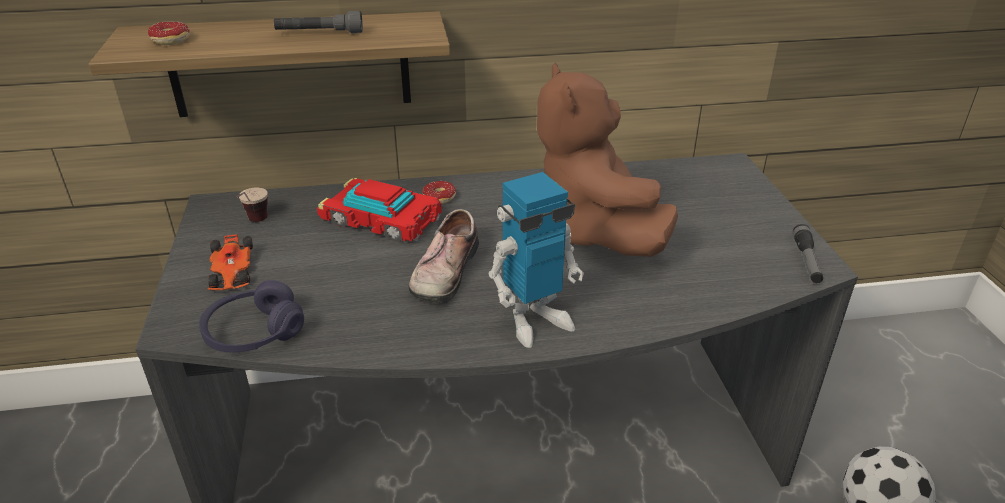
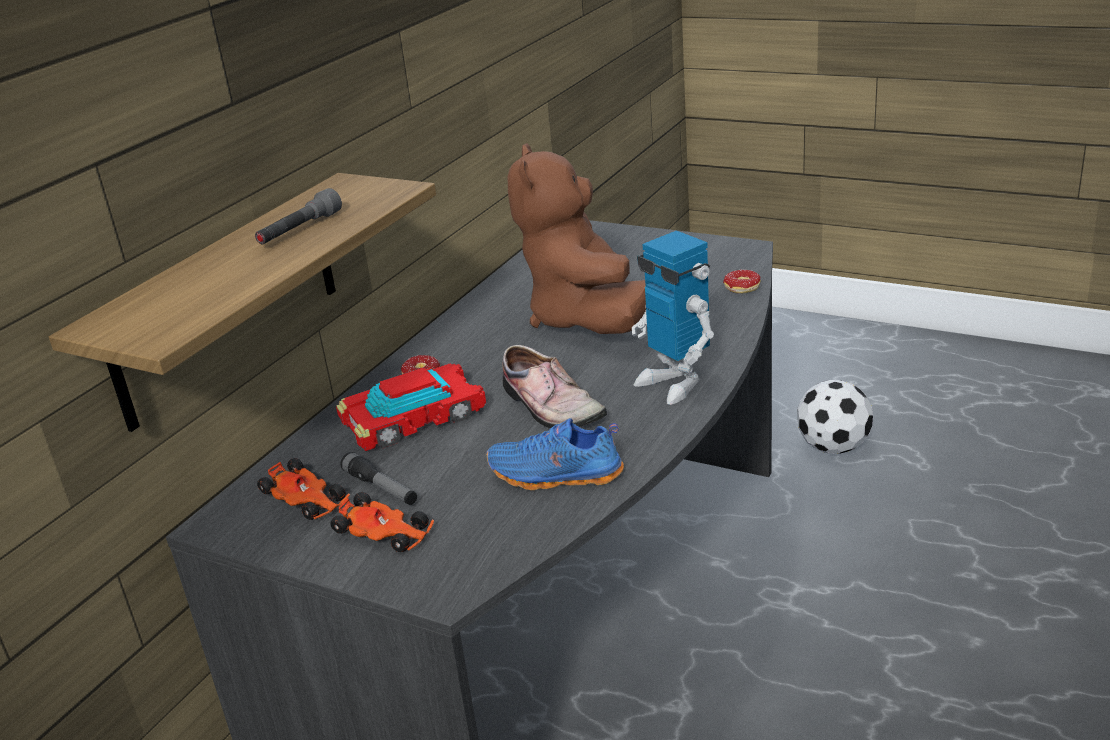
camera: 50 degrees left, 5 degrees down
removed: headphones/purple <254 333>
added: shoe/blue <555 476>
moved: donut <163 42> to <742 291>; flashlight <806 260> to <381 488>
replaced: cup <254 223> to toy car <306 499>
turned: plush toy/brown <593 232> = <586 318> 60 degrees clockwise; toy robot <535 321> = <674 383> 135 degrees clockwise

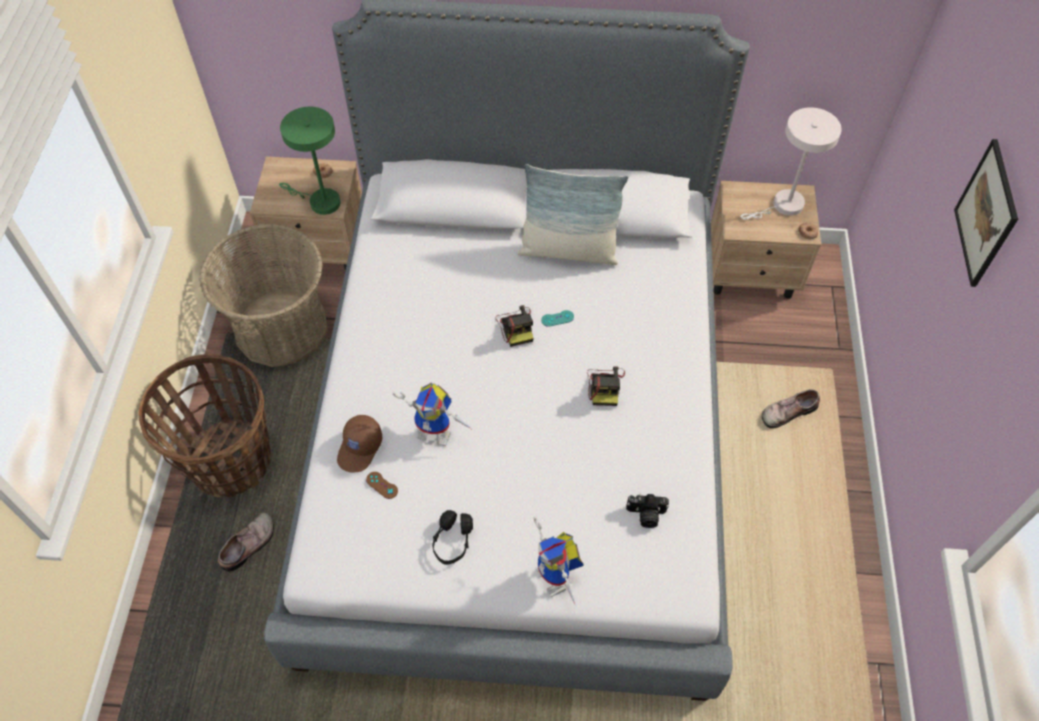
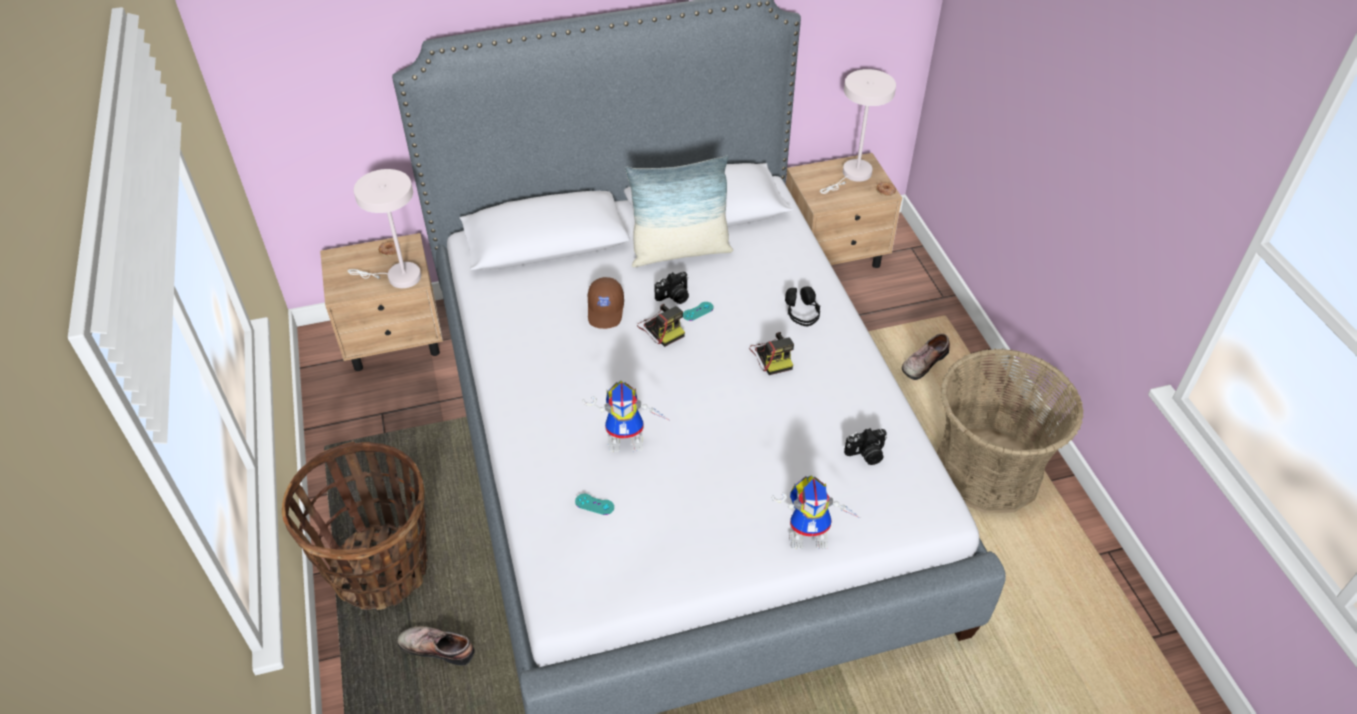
camera: 20 degrees left, 10 degrees down
removed: picture <986 214>
added: photo camera <674 297>
moved: basket <281 329> to <987 471>; cap/brown <360 448> to <606 310>; headphones/black <452 541> to <802 313>
recoloured: table lamp/green <320 201> to table lamp/white <398 277>; game controller/brown <382 485> to game controller/turquoise <594 504>
turned: shoe <249 545> = <438 646> 90 degrees counterclockwise; toy robot <557 578> = <811 535> 45 degrees counterclockwise

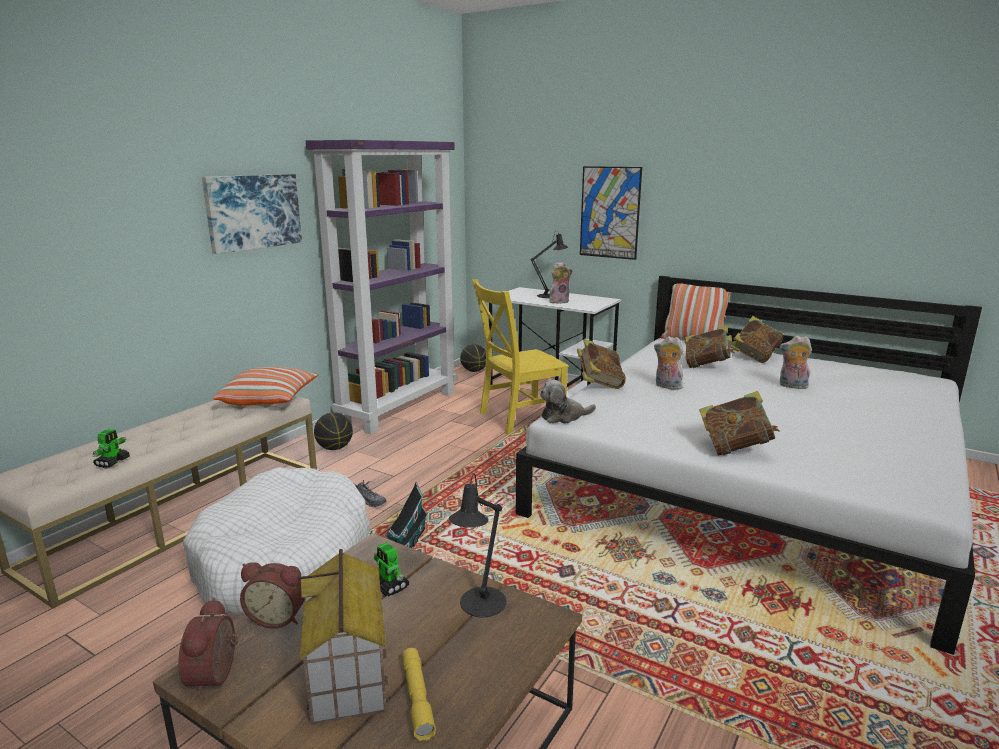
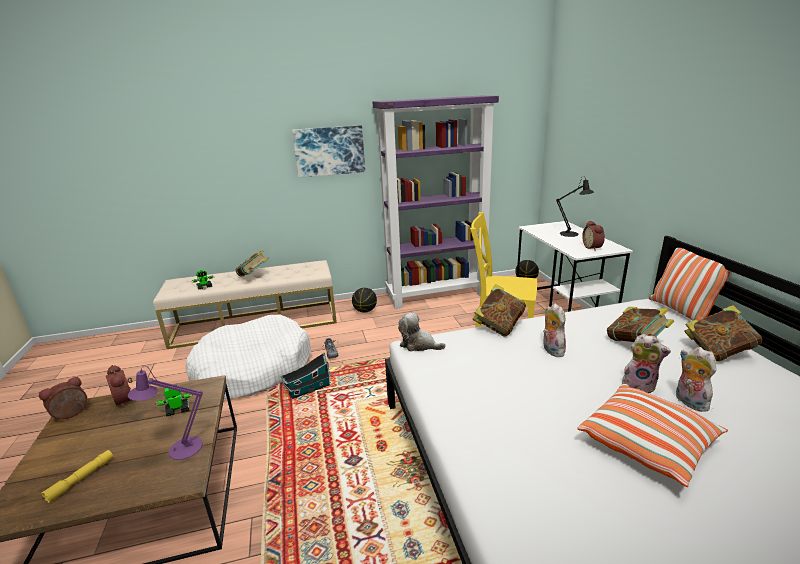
camera: 45 degrees right, 5 degrees up
removed: picture <610 212>; toy house <349 673>
added: alarm clock <593 247>
moved: plush toy <559 301> to <639 385>; pillow <269 400> to <647 444>; book <735 448> to <254 276>
recoloured: table lamp/black <480 606> to table lamp/purple <180 449>
turned: toy robot <389 585> = <177 410> 60 degrees clockwise

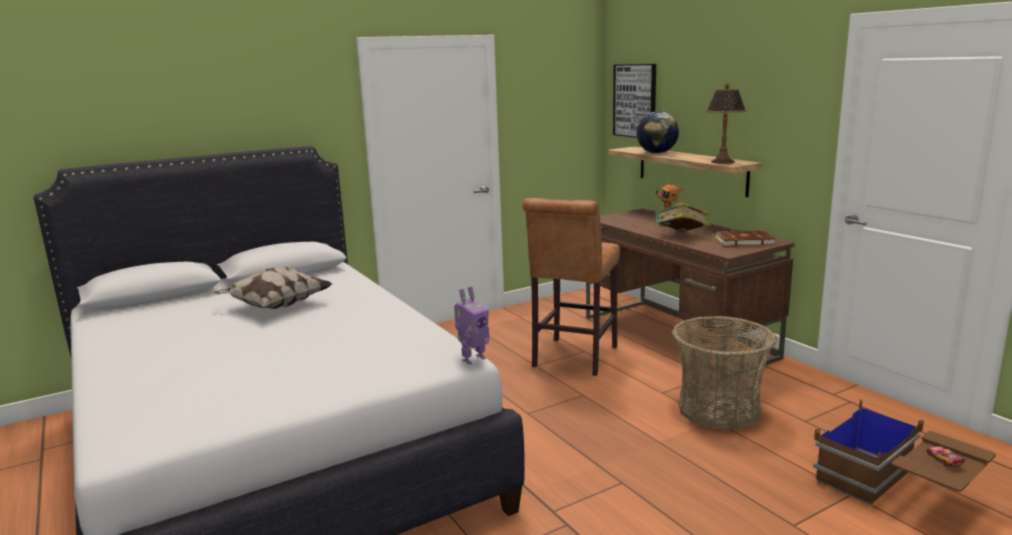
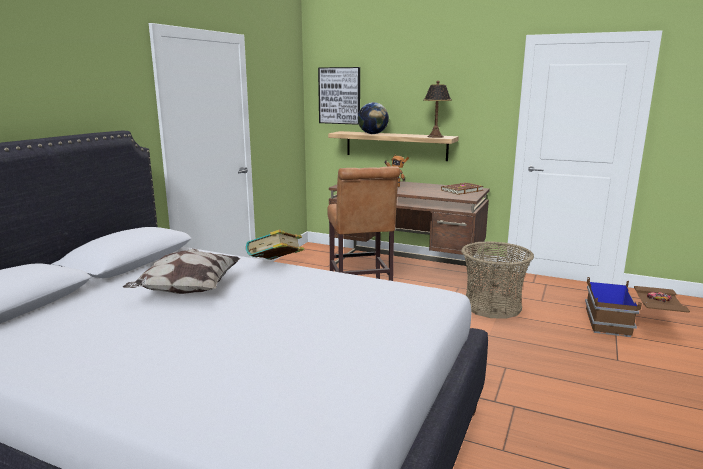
camera: 35 degrees left, 0 degrees up
removed: toy robot <473 359>
moved: book <681 236> to <276 265>

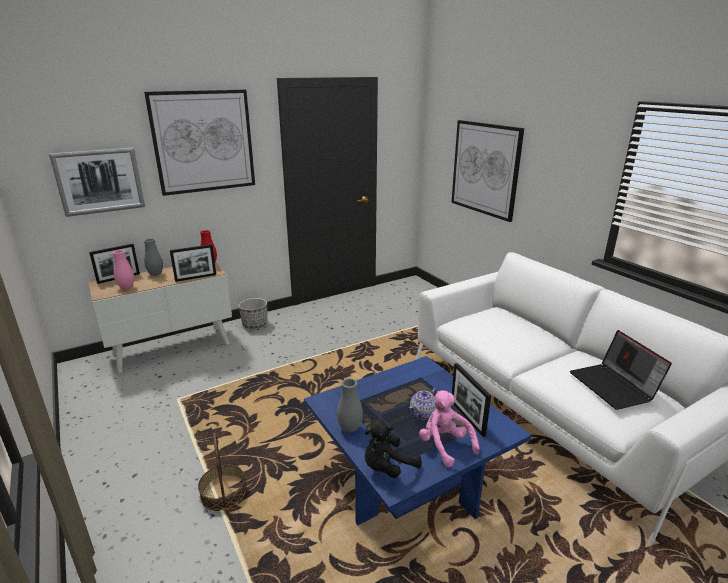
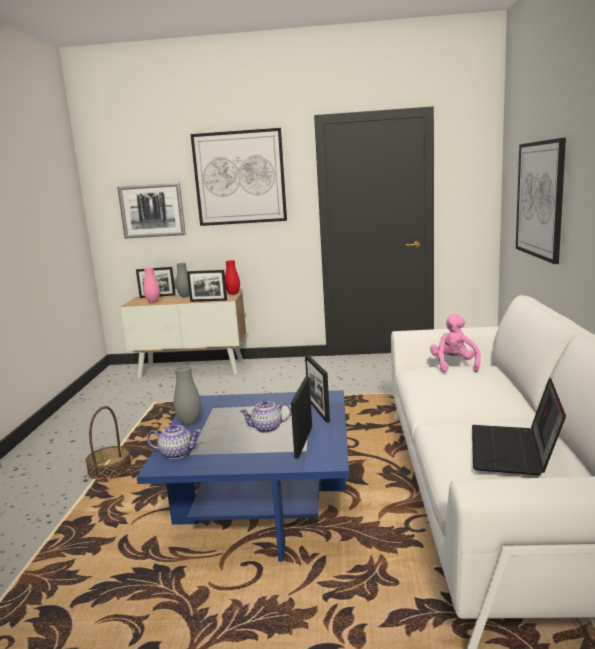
camera: 35 degrees right, 10 degrees down
removed: planter <255 324>
added: picture frame <318 410>
moved: plush toy/pink <445 445> to <454 365>
replaced: plush toy/black <387 467> to teapot <176 453>

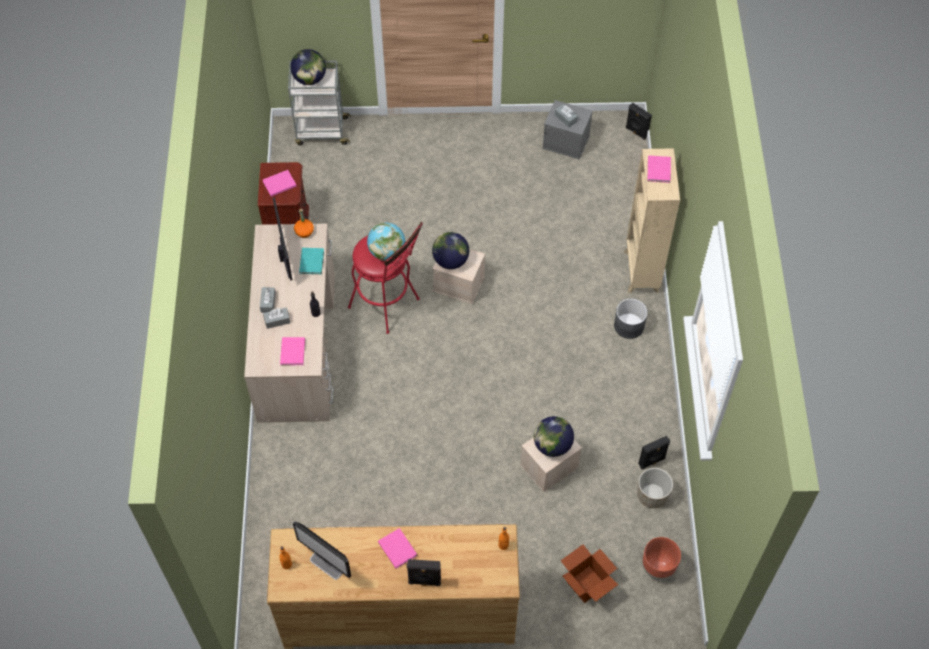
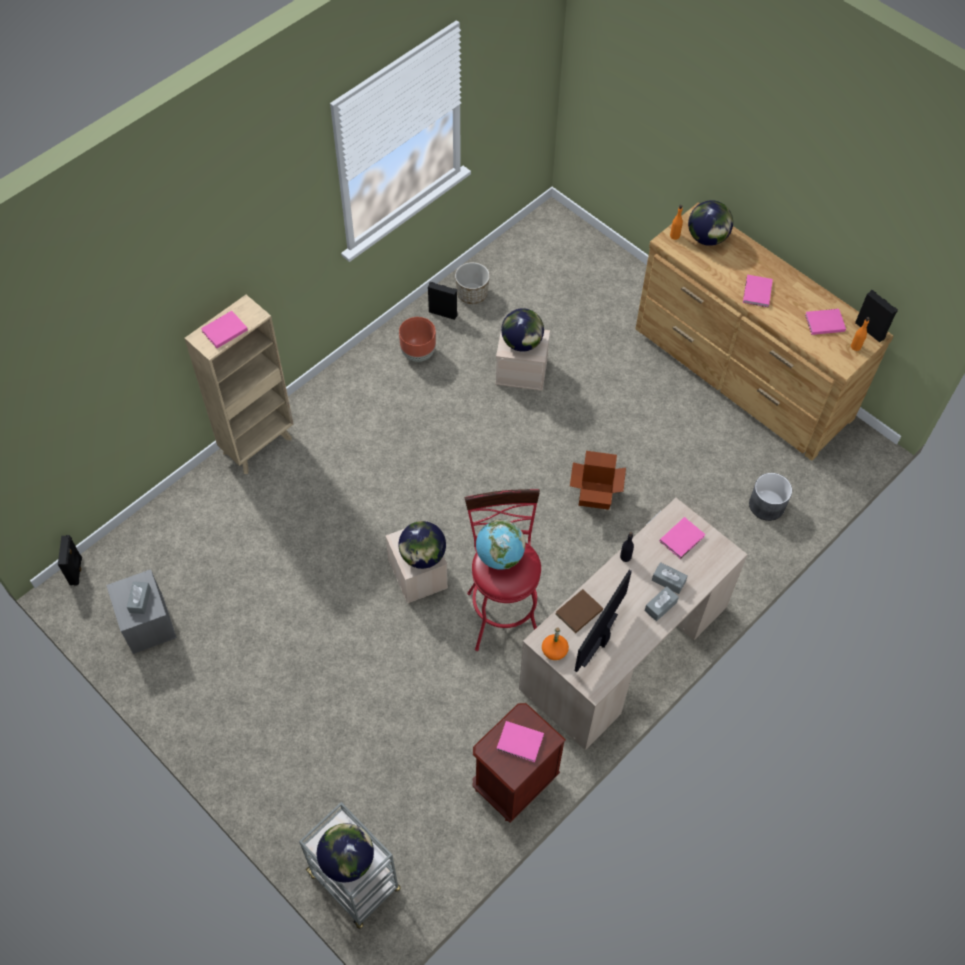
camera: 135 degrees left, 0 degrees up
added: globe <707 238>
moved: planter/grey <629 326> to <766 505>; planter/brown <658 567> to <418 354>; cardboard box <586 584> to <595 495>; speaker/black <424 581> to <870 330>
replaced: monitor <327 565> to book/pink <823 322>
recoloured: book/turquoise <312 261> to book/brown <577 612>

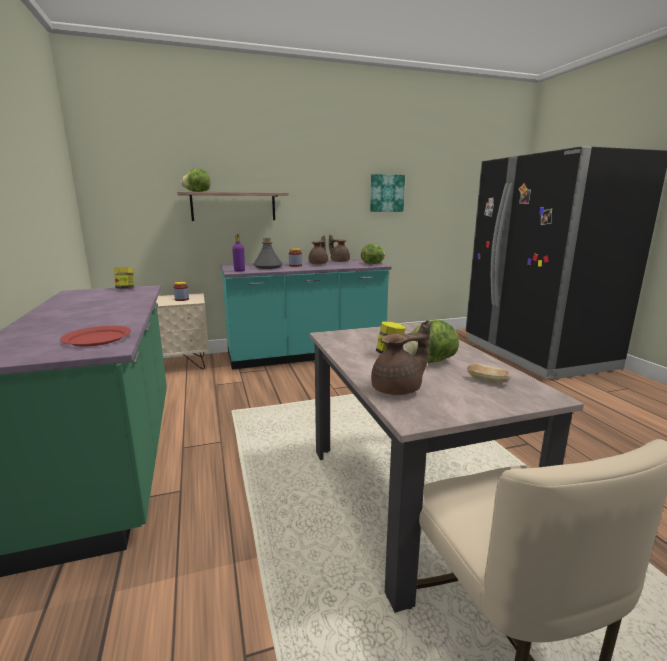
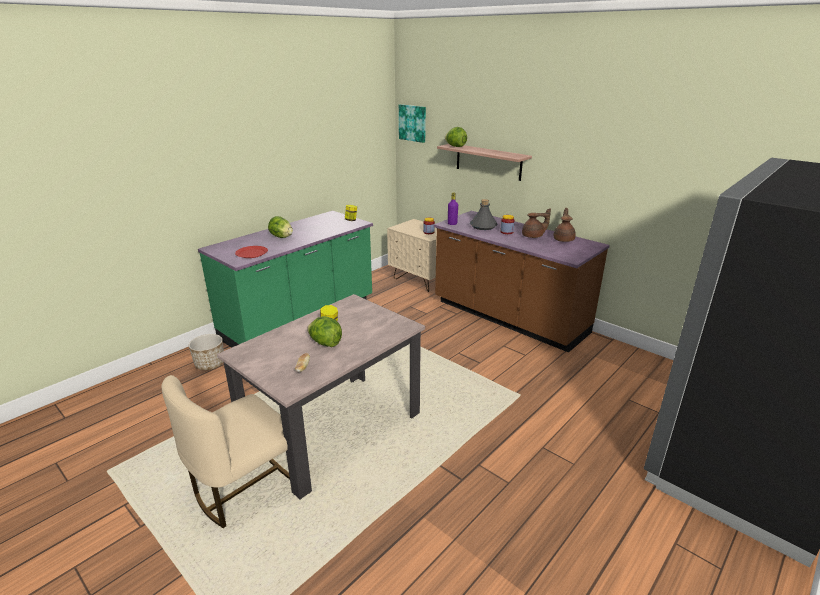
camera: 60 degrees right, 10 degrees up
removed: teapot/brown <399 389>
added: planter <210 364>
moved: picture <386 193> to <413 123>; lettuce <373 263> to <281 237>
recoloured: counter/turquoise <306 354> to counter/brown <508 318>

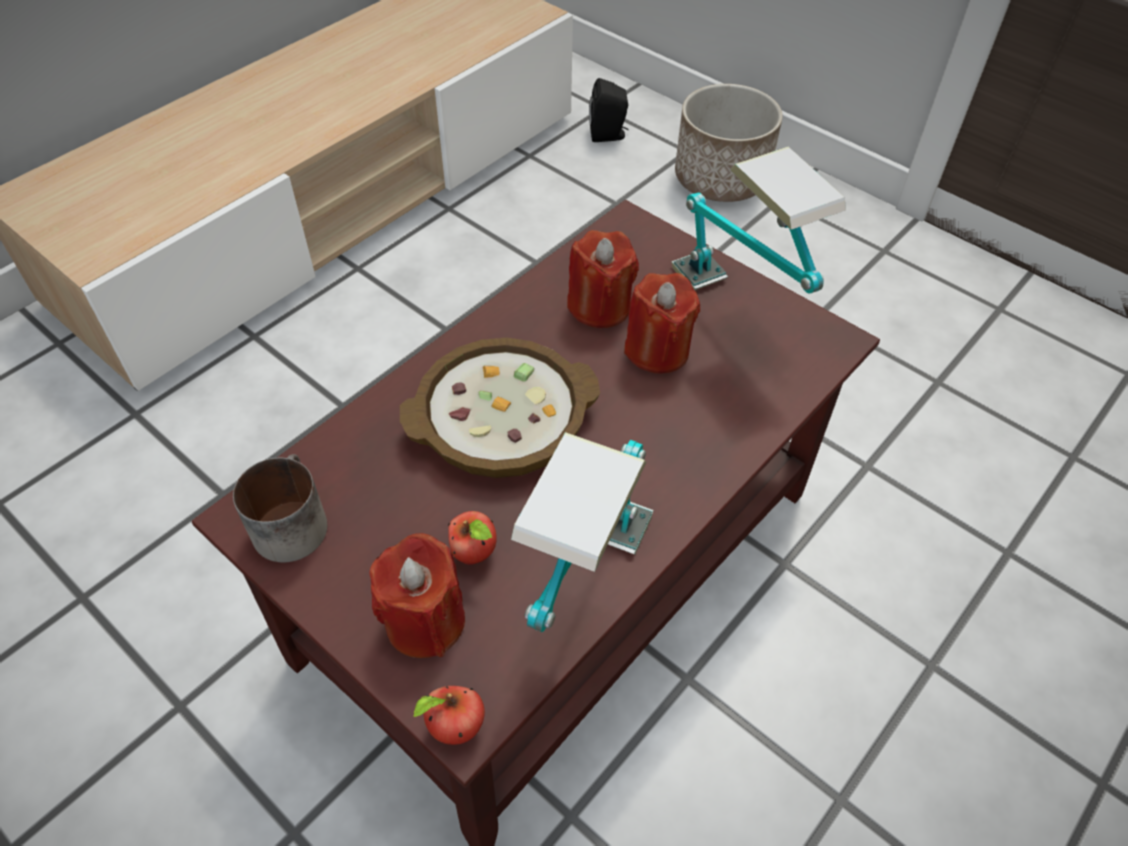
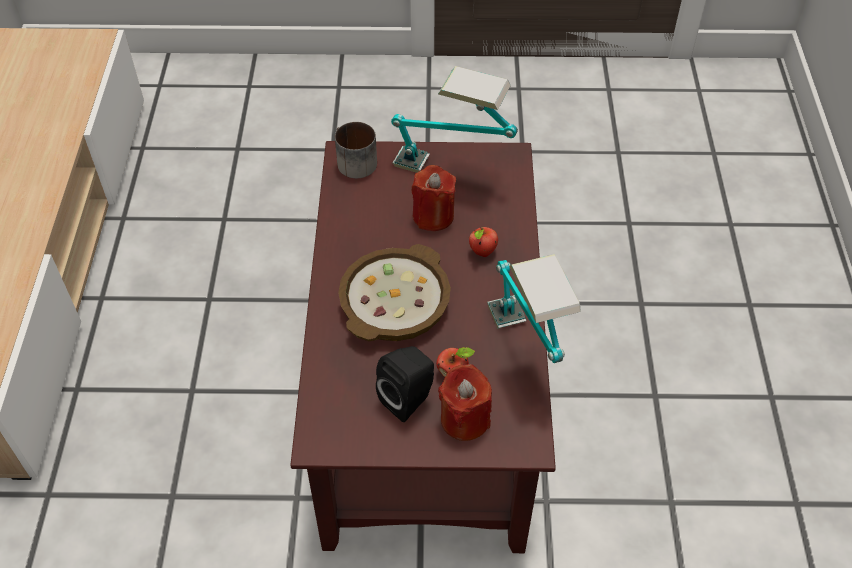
camera: 40 degrees left, 0 degrees up
removed: planter <721 178>; candle/red <599 307>
moved: speaker/black <609 135> to <409 399>; mug <289 521> to <352 162>; apple <454 730> to <482 253>

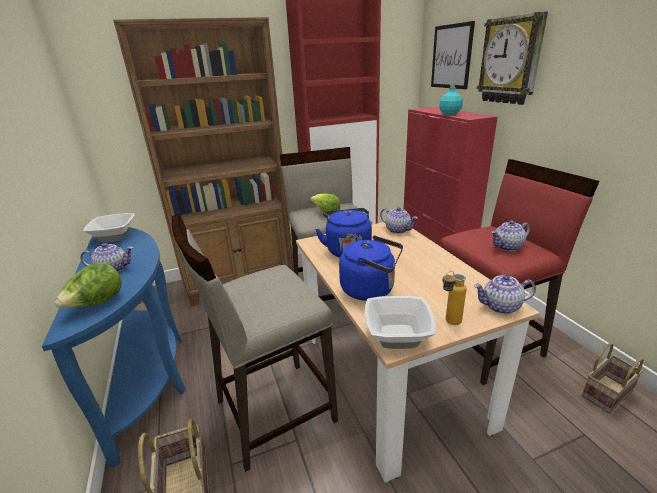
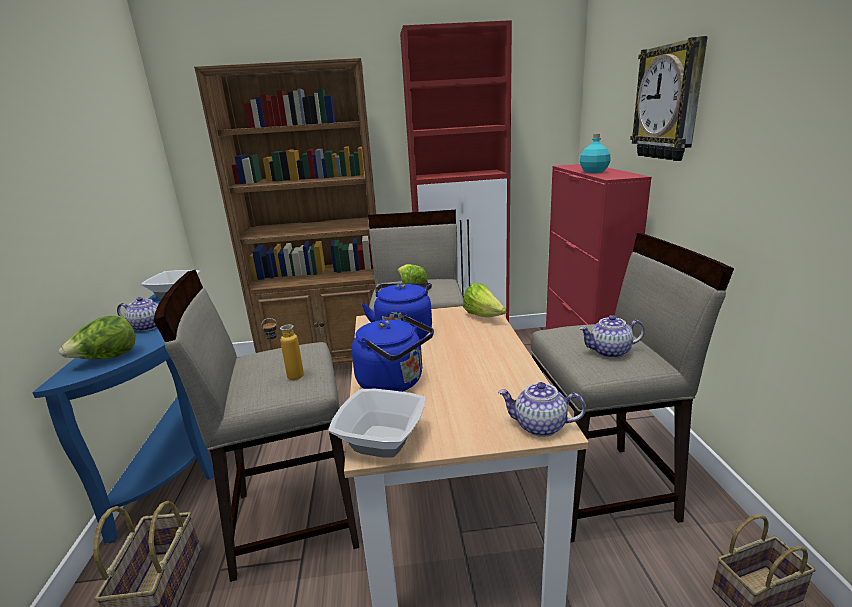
camera: 15 degrees right, 5 degrees down
removed: picture <451 57>
moved: bottle <448 323> to <288 378>
replaced: teapot <398 230> to lettuce <484 316>
recoloured: stool/red <487 345> to stool/beige <600 491>

